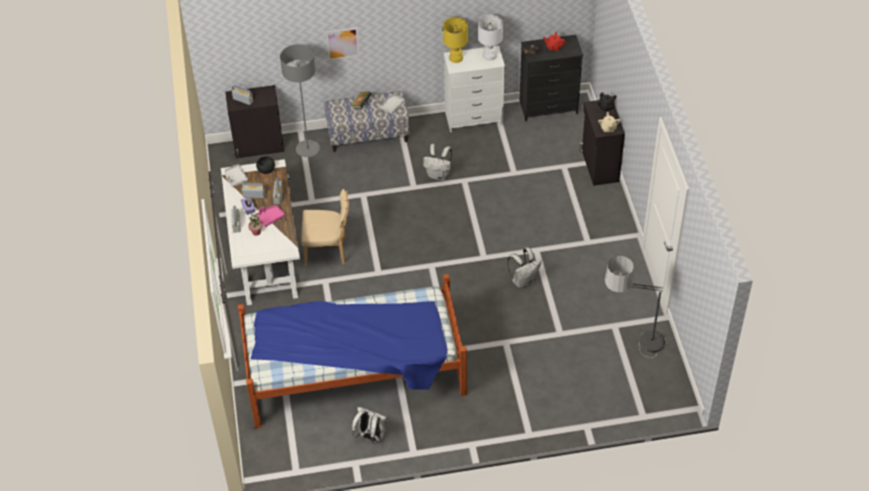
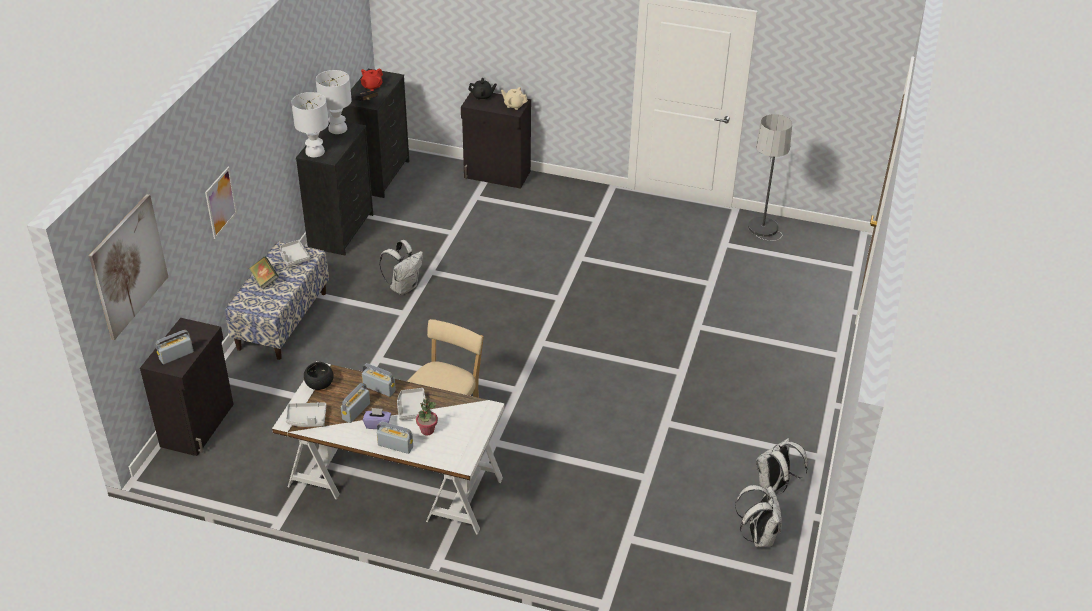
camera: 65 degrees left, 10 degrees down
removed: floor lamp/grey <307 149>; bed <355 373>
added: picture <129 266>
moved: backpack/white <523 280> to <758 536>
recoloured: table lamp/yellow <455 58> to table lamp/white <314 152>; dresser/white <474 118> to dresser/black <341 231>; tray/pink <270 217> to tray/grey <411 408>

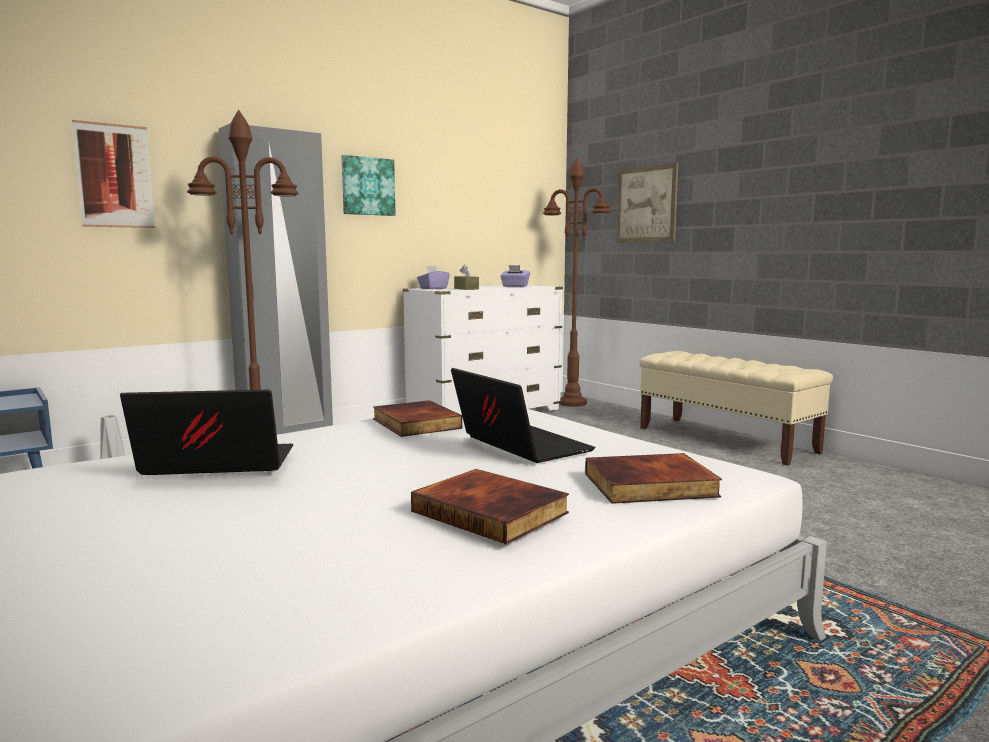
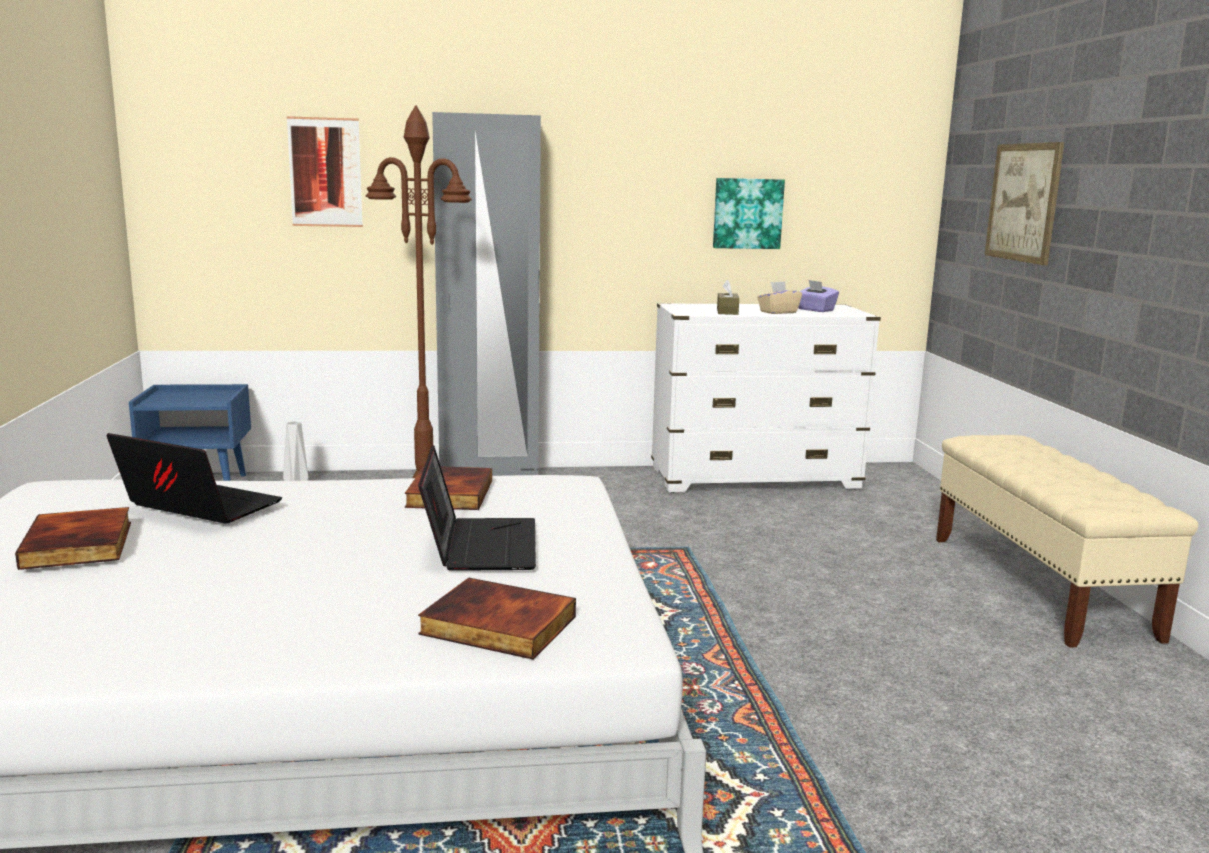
camera: 30 degrees right, 5 degrees up
removed: floor lamp/brown <572 403>; tissue box/purple <433 288>
added: tissue box/beige <778 312>
moved: picture <367 186> to <747 213>; book <492 511> to <80 545>

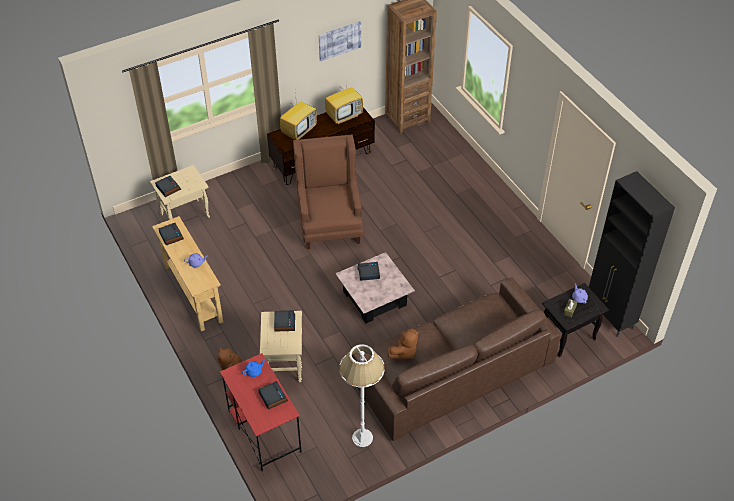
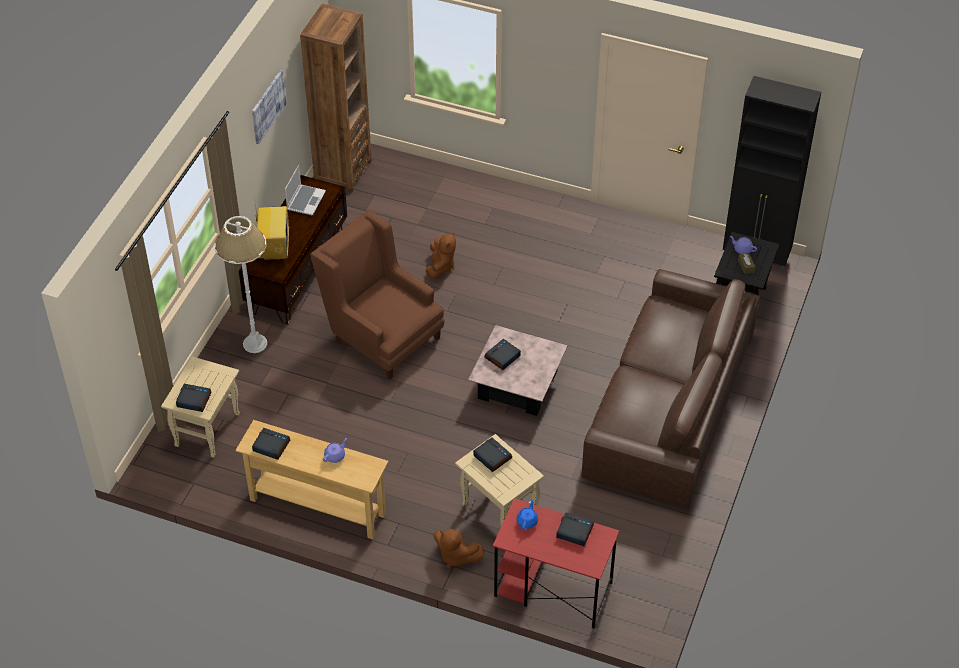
camera: 40 degrees left, 0 degrees up
moved: plush toy/brown <404 352> to <440 267>; floor lamp/white <362 438> to <254 344>
replaced: television <344 116> to laptop <305 200>

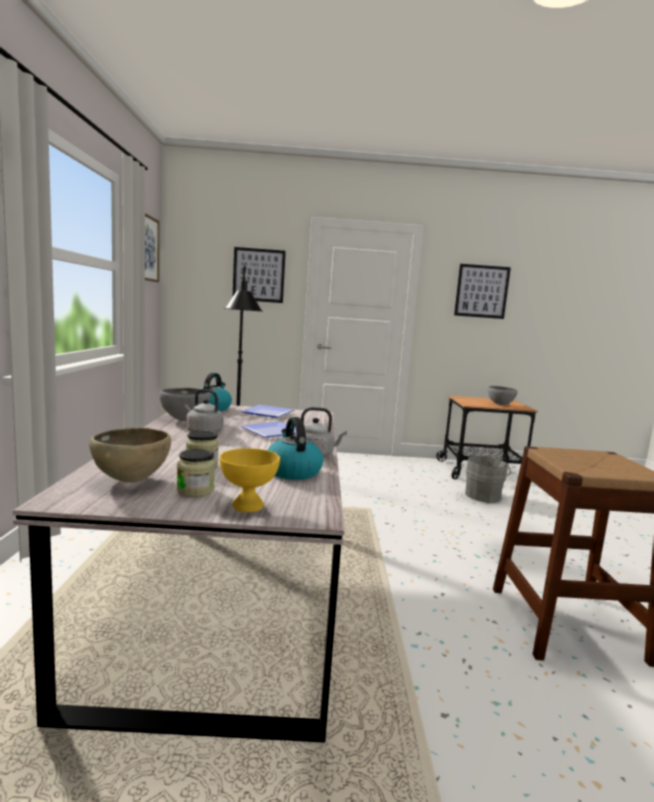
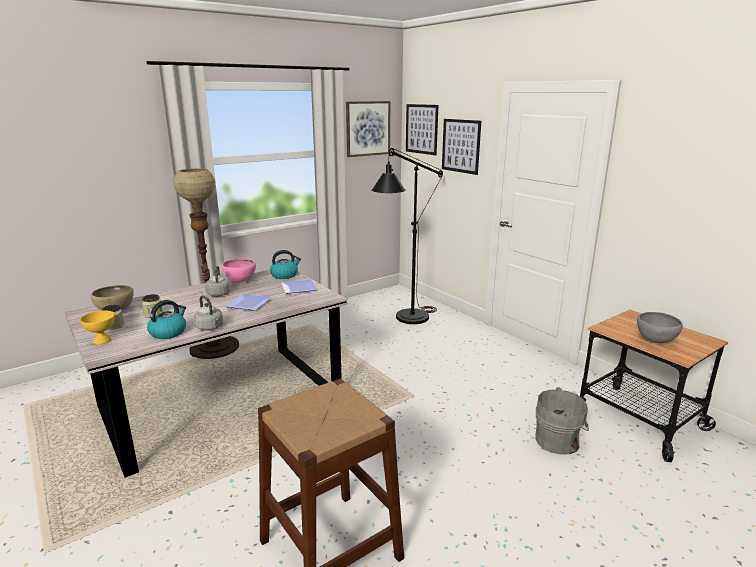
camera: 55 degrees right, 10 degrees up
added: floor lamp <214 348>
moved: picture <481 291> to <421 129>
recoloured: bowl/grey <185 420> to bowl/pink <240 282>

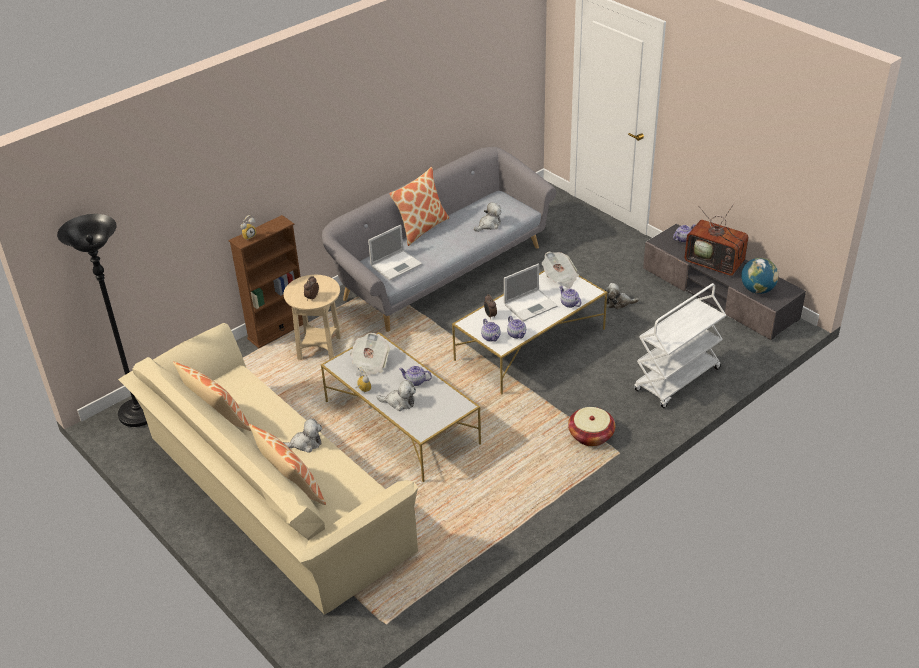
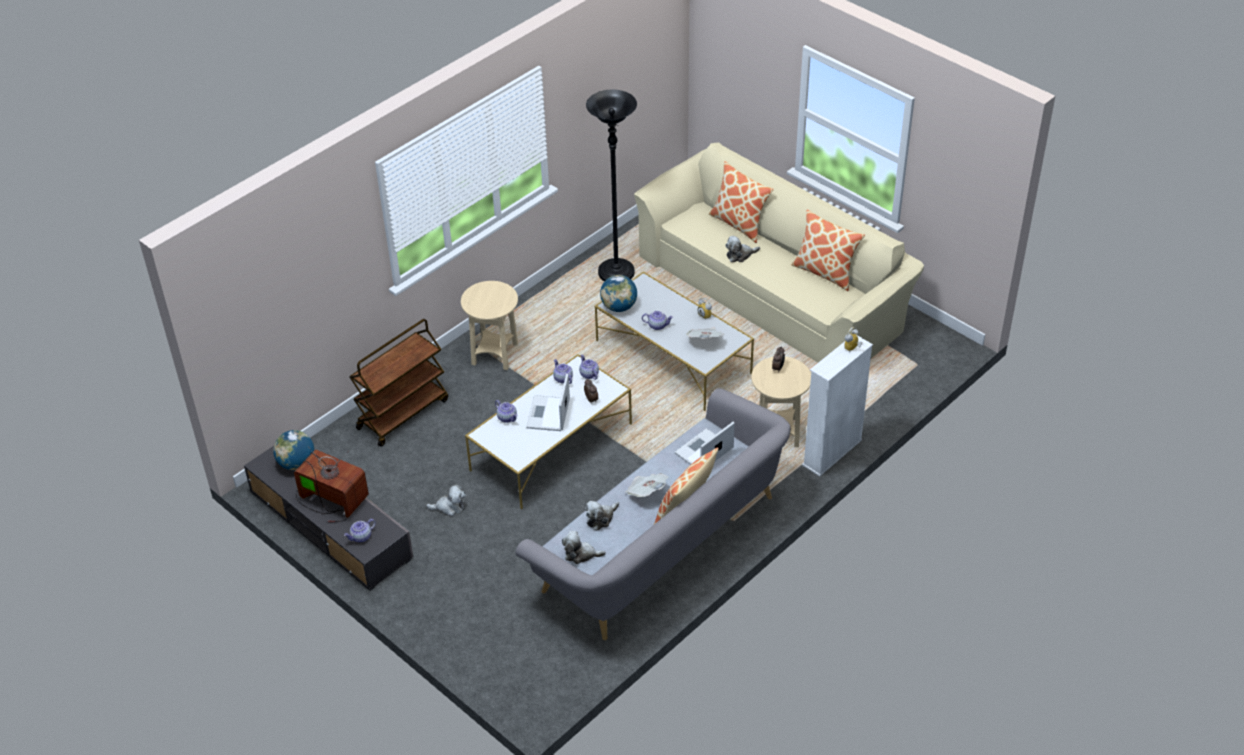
camera: 175 degrees right, 5 degrees up
added: globe <619 307>
moved: floor lamp/black <138 414> to <616 273>; newspaper <560 278> to <646 492>; plush toy <399 402> to <581 554>
replaced: basket <591 435> to side table/beige <494 354>
recoloured: bookcase/brown <278 330> to bookcase/white <832 453>; cart/white <677 380> to cart/brown <403 413>
turned: laptop <531 305> = <548 414> 45 degrees counterclockwise

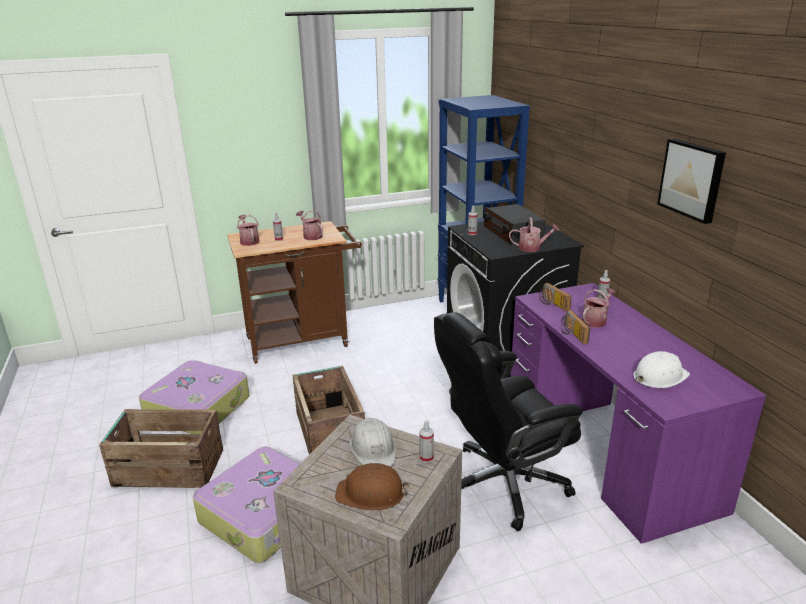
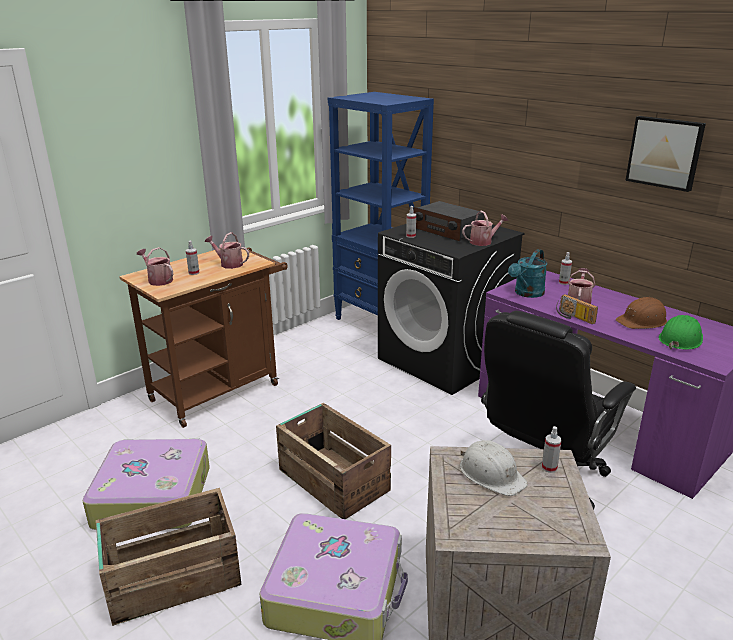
camera: 25 degrees left, 0 degrees up
moved: hard hat/brown <371 493> to <642 321>
replaced: radio <552 304> to watering can/turquoise <527 293>
recoloured: hard hat/white <659 376> to hard hat/green <680 339>

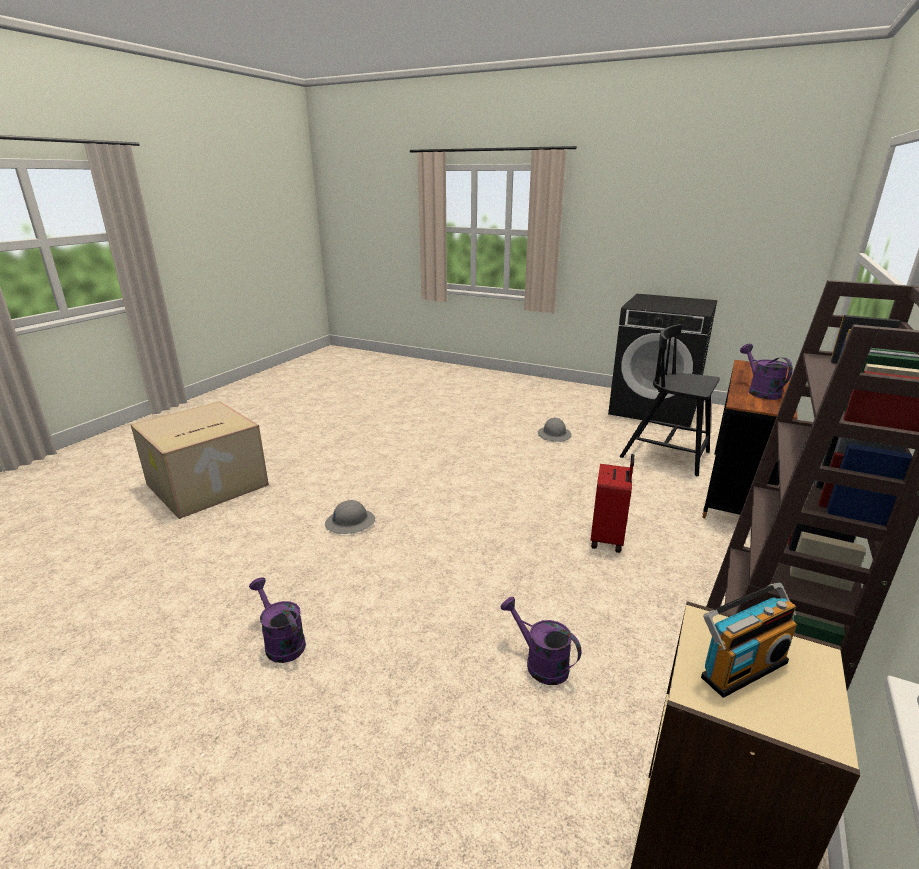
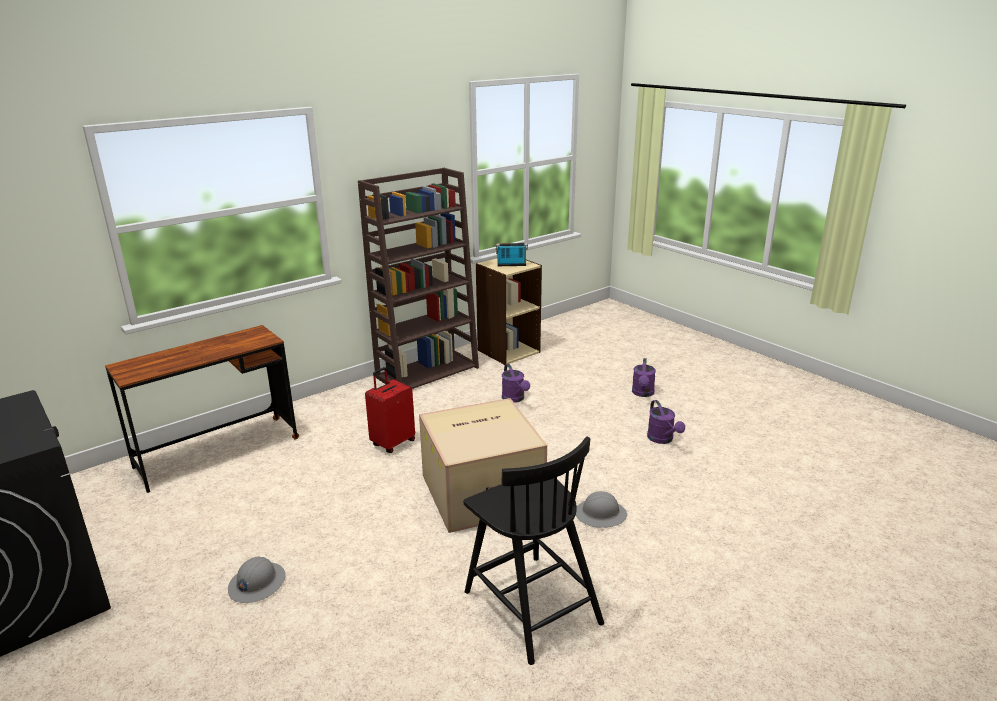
camera: 155 degrees left, 0 degrees up
moved: chair/black <667 455> to <531 605>; watering can/purple <760 391> to <643 393>; cardboard box <206 485> to <483 491>

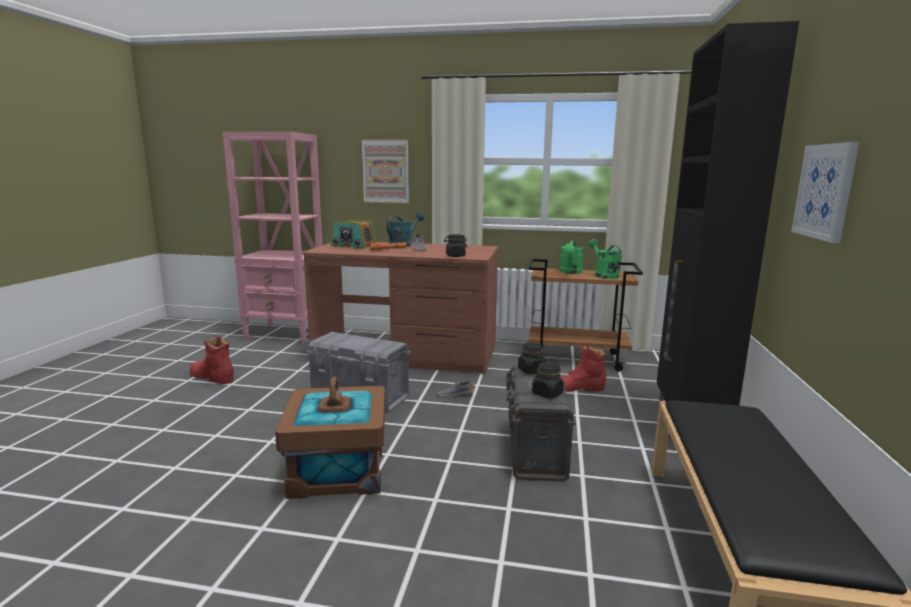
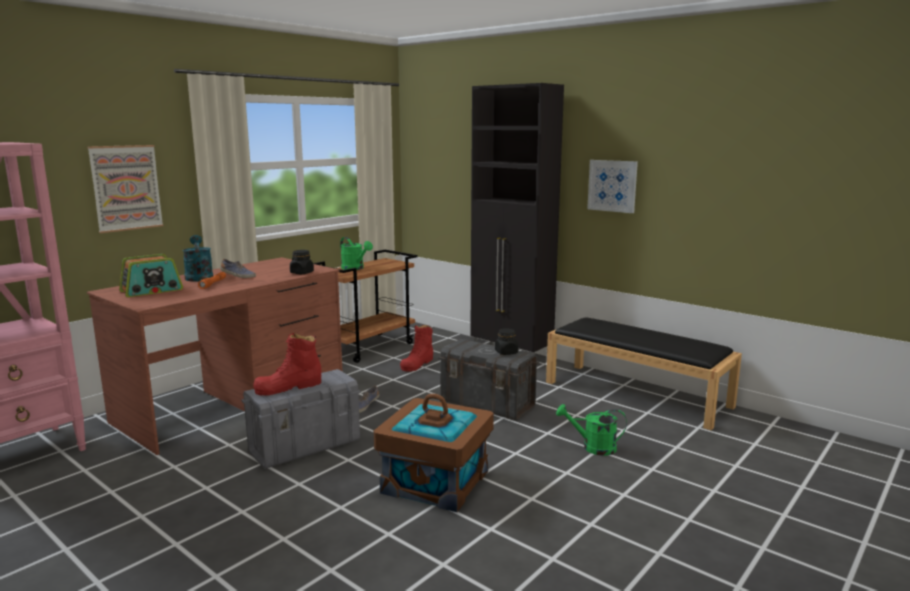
camera: 60 degrees left, 0 degrees up
removed: jar/black <531 371>
moved: watering can/green <604 275> to <593 447>; boot/red <212 377> to <288 387>

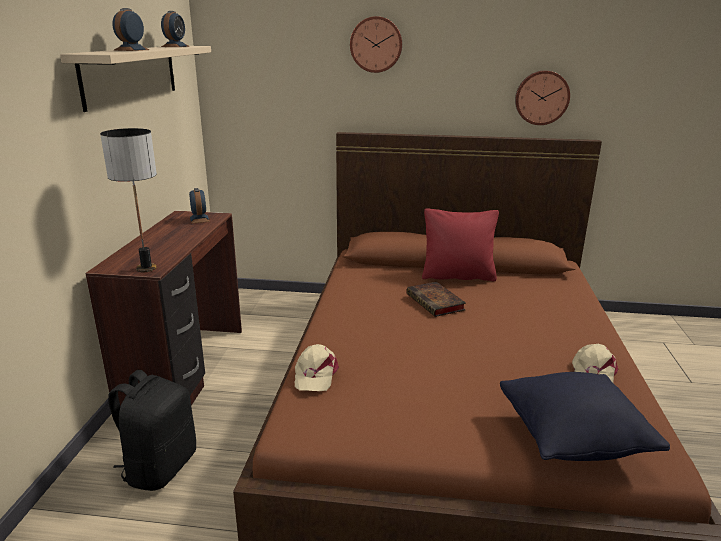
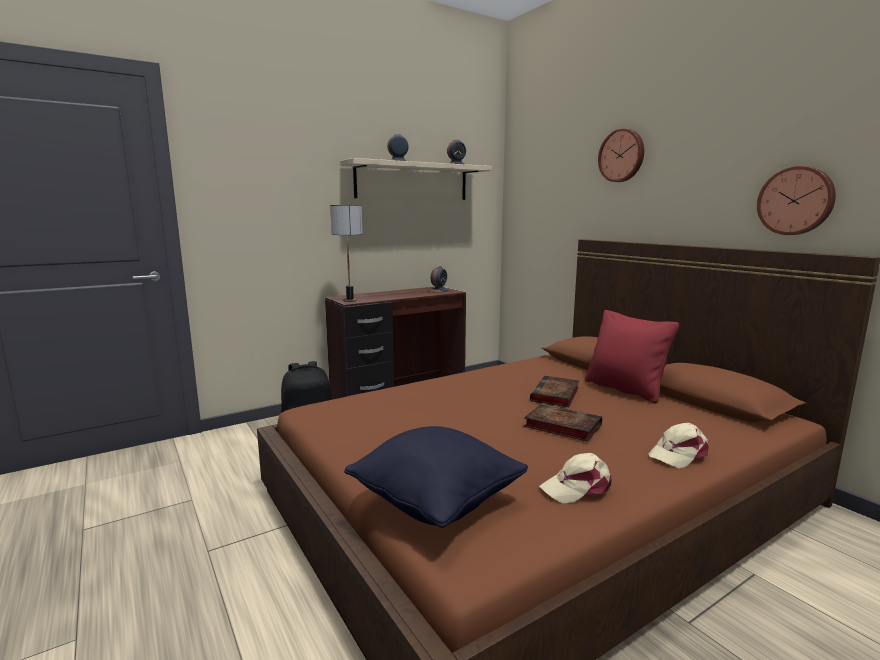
camera: 50 degrees right, 10 degrees down
added: book <560 426>
moved: cap/beige <315 374> to <678 454>

